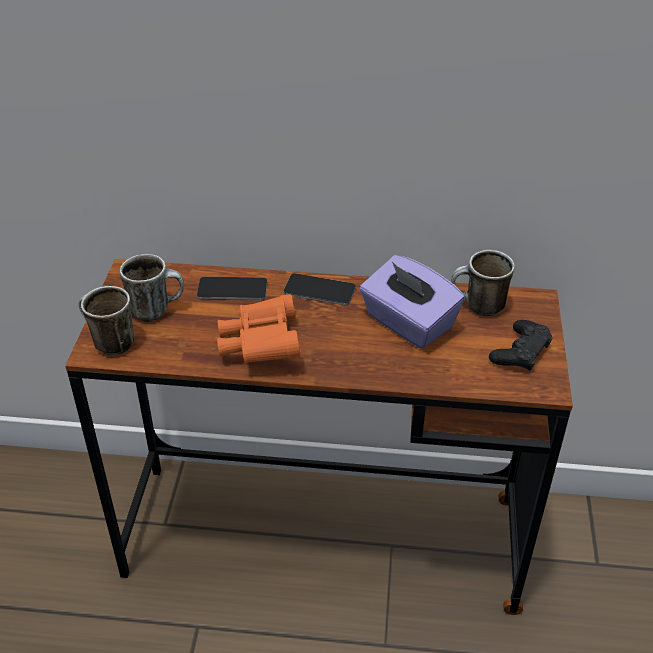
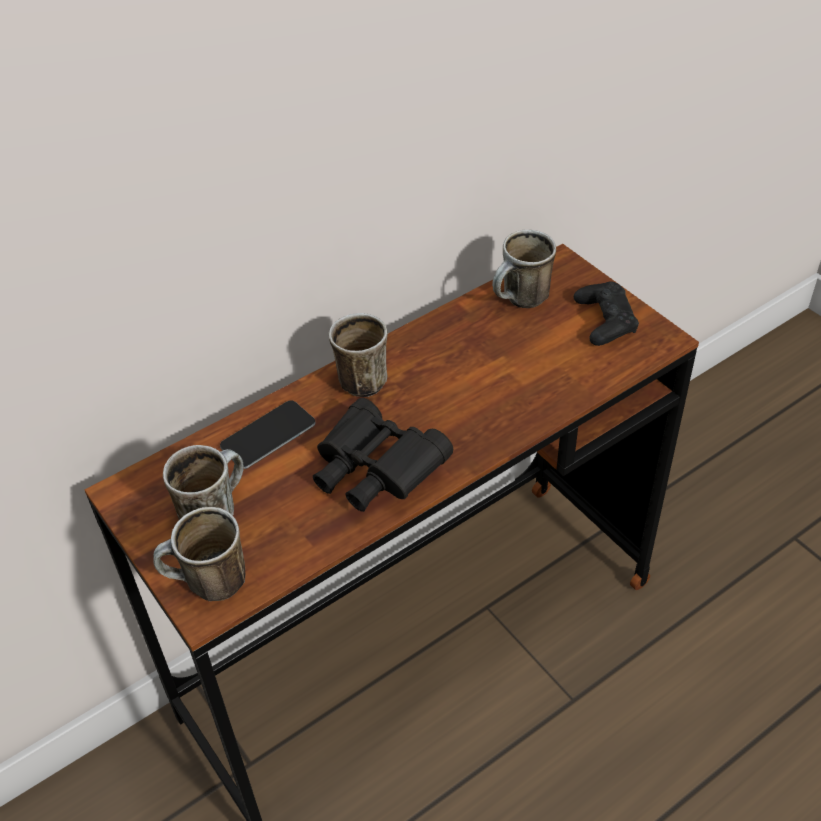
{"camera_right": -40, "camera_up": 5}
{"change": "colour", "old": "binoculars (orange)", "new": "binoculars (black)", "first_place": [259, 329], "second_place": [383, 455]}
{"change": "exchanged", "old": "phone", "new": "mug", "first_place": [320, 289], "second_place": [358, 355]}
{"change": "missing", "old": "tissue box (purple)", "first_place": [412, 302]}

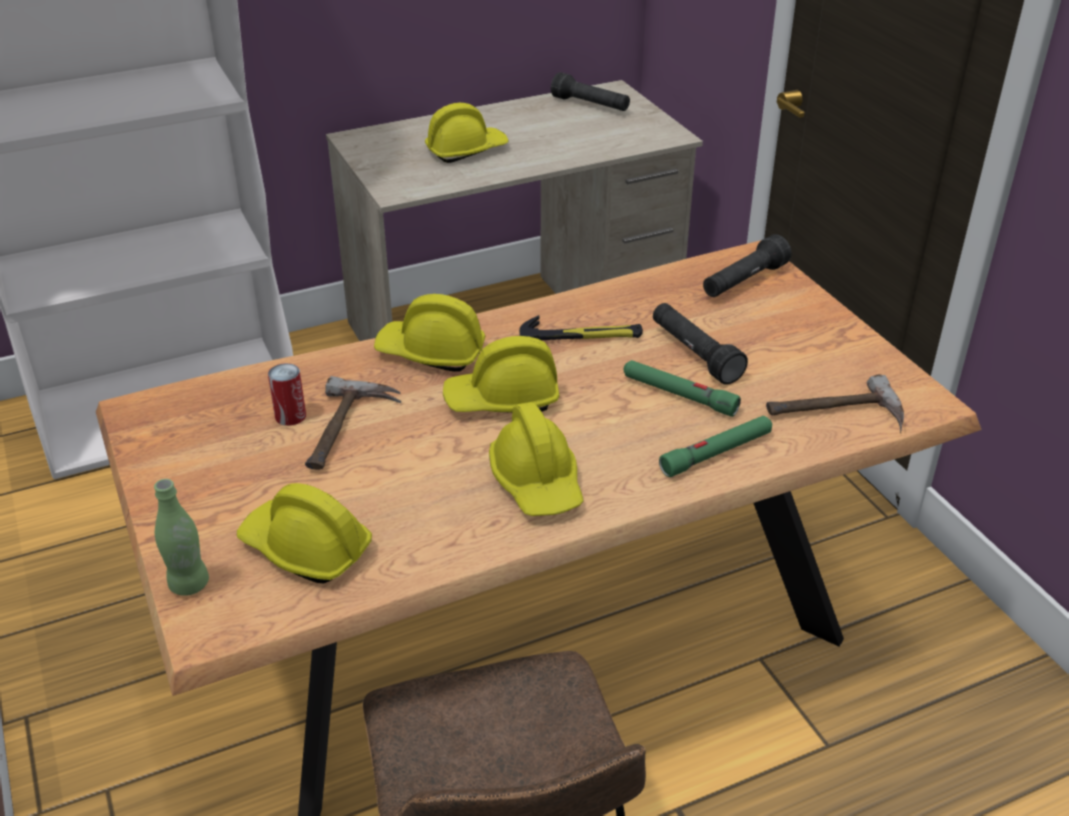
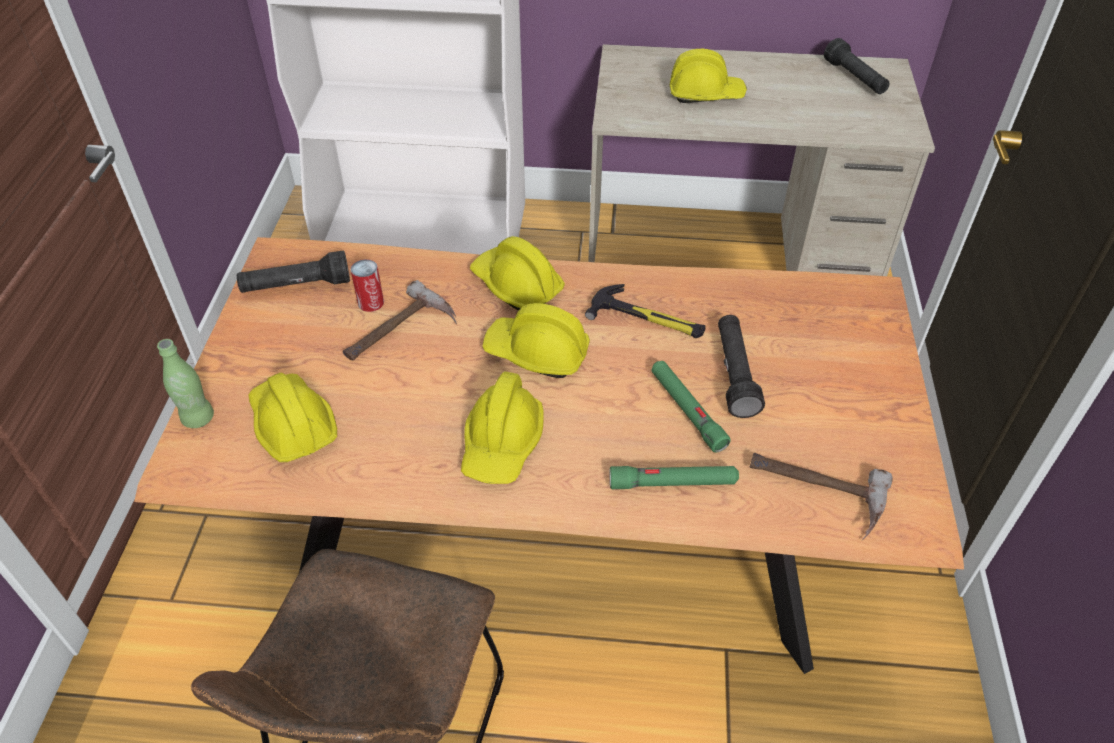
{"camera_right": 30, "camera_up": 10}
{"change": "relocated", "old": "flashlight (black)", "first_place": [747, 265], "second_place": [293, 272]}

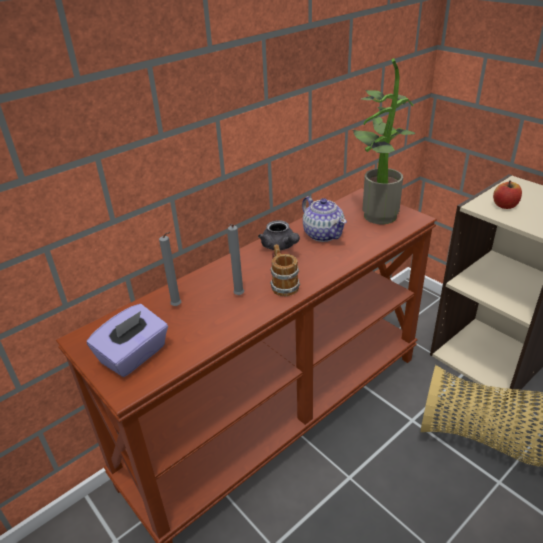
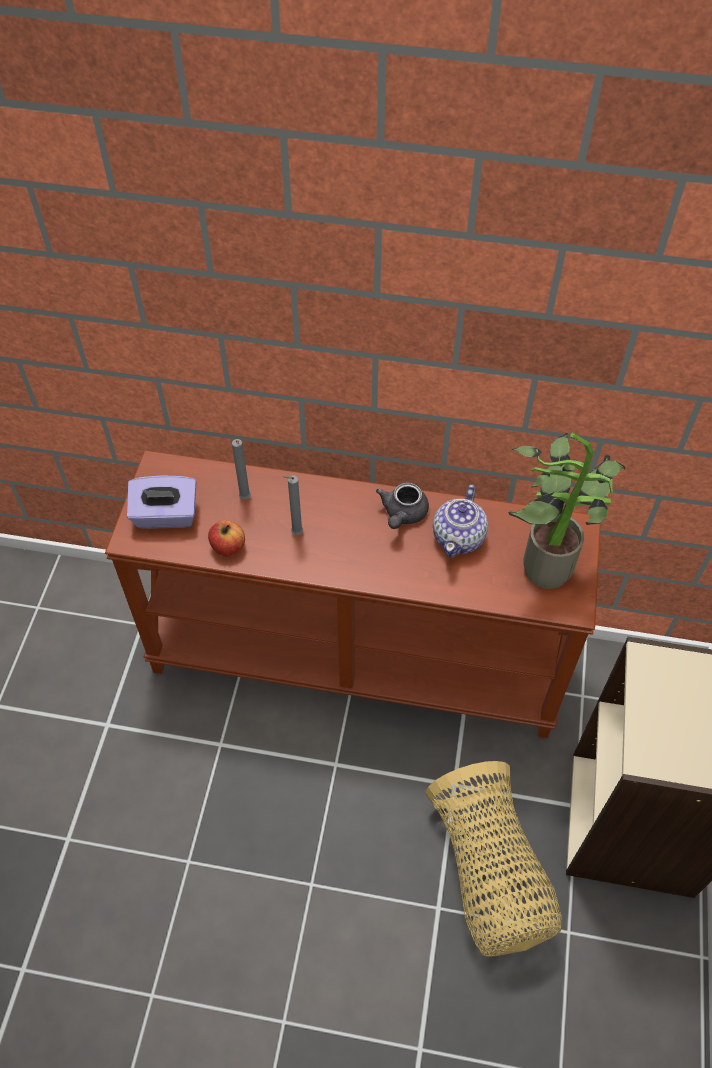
{"camera_right": 50, "camera_up": 20}
{"change": "missing", "old": "mug", "first_place": [285, 270]}
{"change": "relocated", "old": "apple", "first_place": [507, 195], "second_place": [226, 538]}

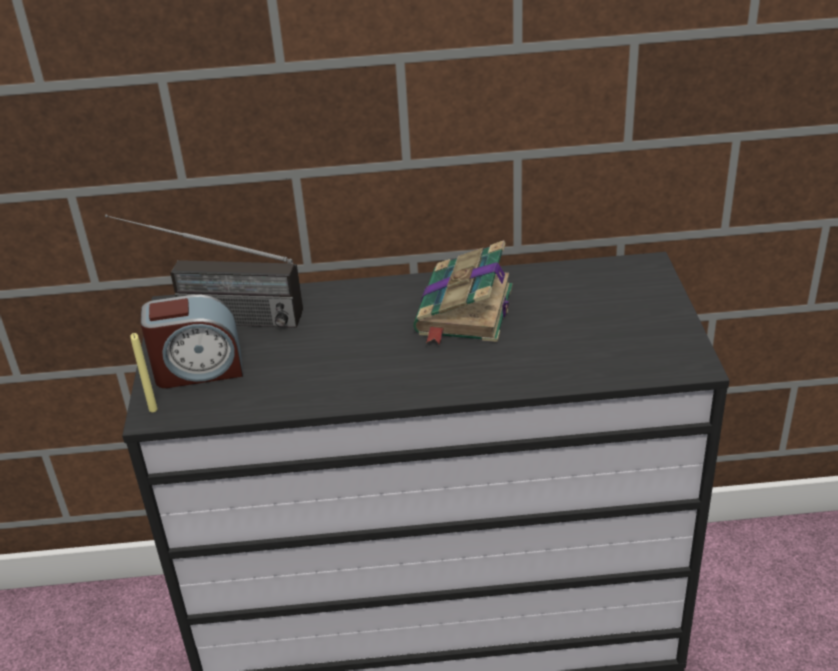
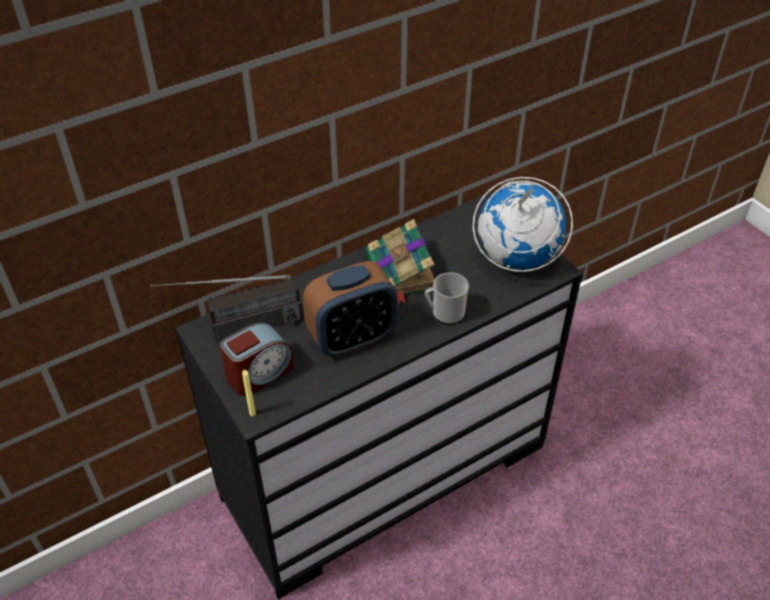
{"camera_right": -30, "camera_up": 10}
{"change": "appeared", "new": "alarm clock", "second_place": [350, 309]}
{"change": "appeared", "new": "mug", "second_place": [447, 298]}
{"change": "appeared", "new": "globe", "second_place": [522, 224]}

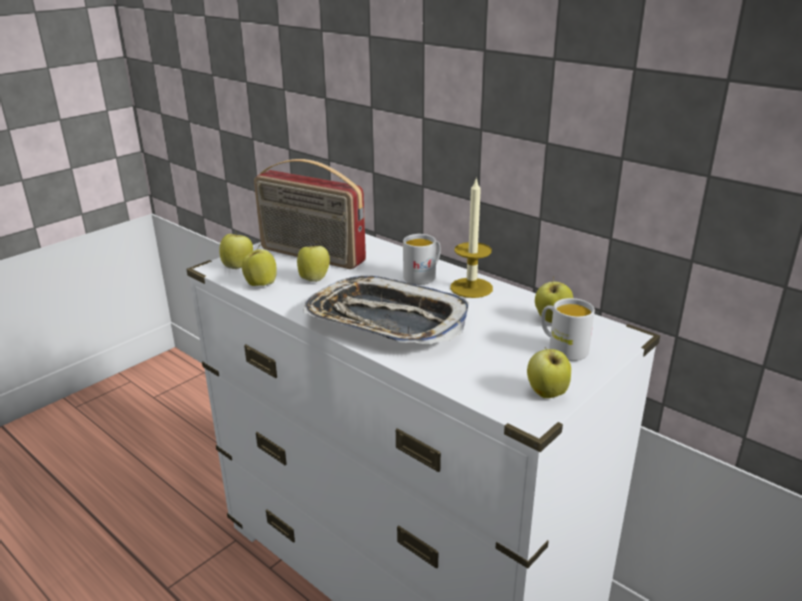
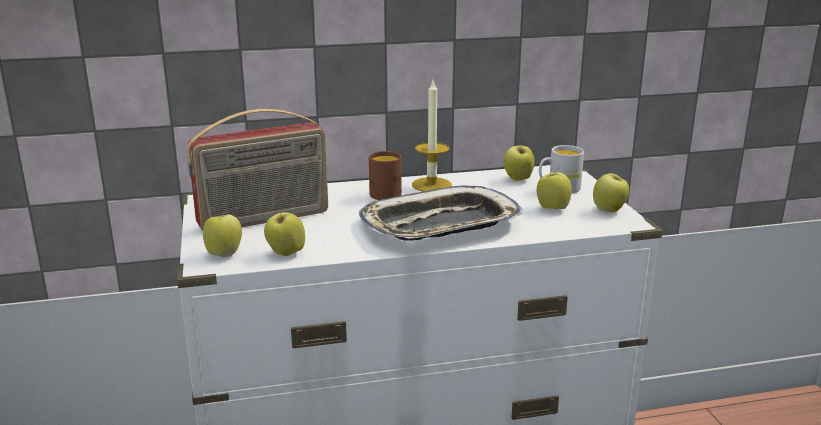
{"camera_right": -55, "camera_up": -5}
{"change": "relocated", "old": "apple", "first_place": [313, 262], "second_place": [554, 188]}
{"change": "colour", "old": "mug (white)", "new": "mug (brown)", "first_place": [422, 259], "second_place": [385, 175]}

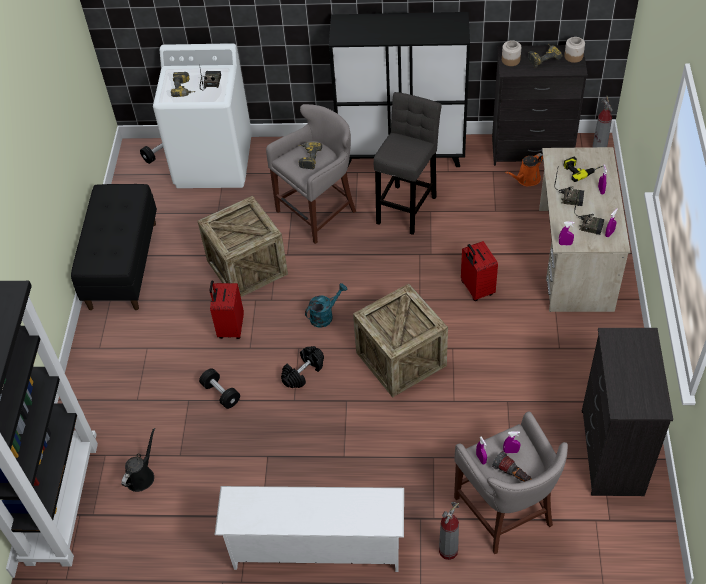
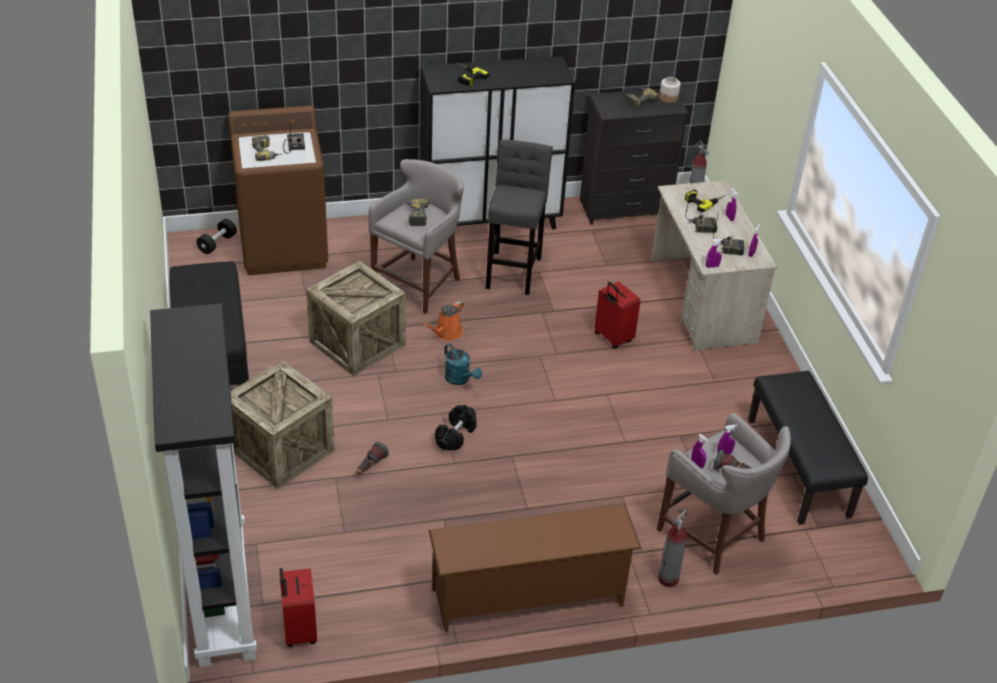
{"camera_right": -20, "camera_up": -10}
{"change": "missing", "old": "watering can (black)", "first_place": [138, 460]}
{"change": "colour", "old": "washing machine (white)", "new": "washing machine (brown)", "first_place": [202, 115], "second_place": [278, 190]}
{"change": "exchanged", "old": "dumbbell (black)", "new": "flashlight", "first_place": [219, 388], "second_place": [372, 458]}
{"change": "relocated", "old": "suitcase (red)", "first_place": [227, 309], "second_place": [298, 607]}
{"change": "colour", "old": "shoe rack (white)", "new": "shoe rack (brown)", "first_place": [309, 529], "second_place": [534, 568]}
{"change": "spun", "old": "watering can (turquoise)", "first_place": [326, 305], "second_place": [463, 364], "degrees": 105}
{"change": "relocated", "old": "crate", "first_place": [400, 340], "second_place": [282, 424]}
{"change": "missing", "old": "jar", "first_place": [511, 53]}
{"change": "relocated", "old": "watering can (orange)", "first_place": [524, 169], "second_place": [443, 321]}
{"change": "exchanged", "old": "dresser (black)", "new": "bench (black)", "first_place": [627, 412], "second_place": [808, 448]}
{"change": "appeared", "new": "power drill", "second_place": [473, 74]}

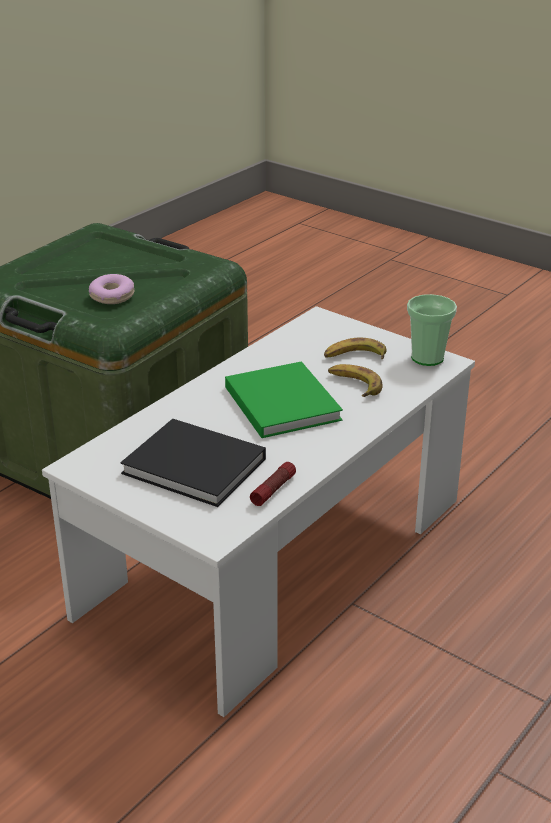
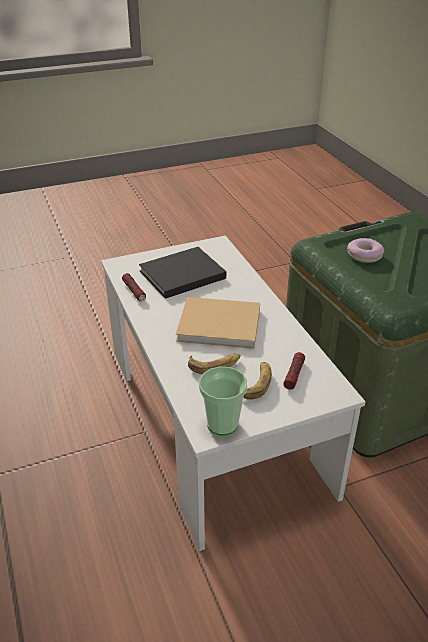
{"camera_right": 120, "camera_up": 5}
{"change": "colour", "old": "book (green)", "new": "book (beige)", "first_place": [284, 399], "second_place": [218, 323]}
{"change": "appeared", "new": "flashlight", "second_place": [294, 371]}

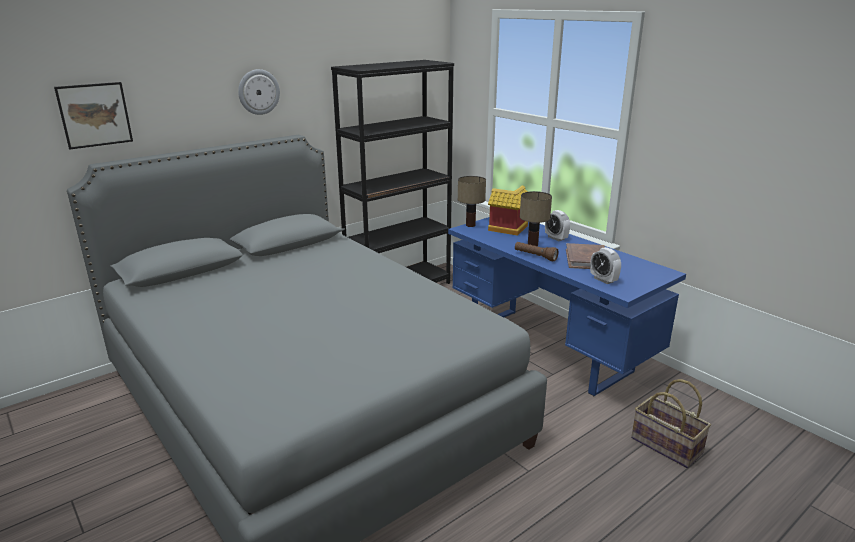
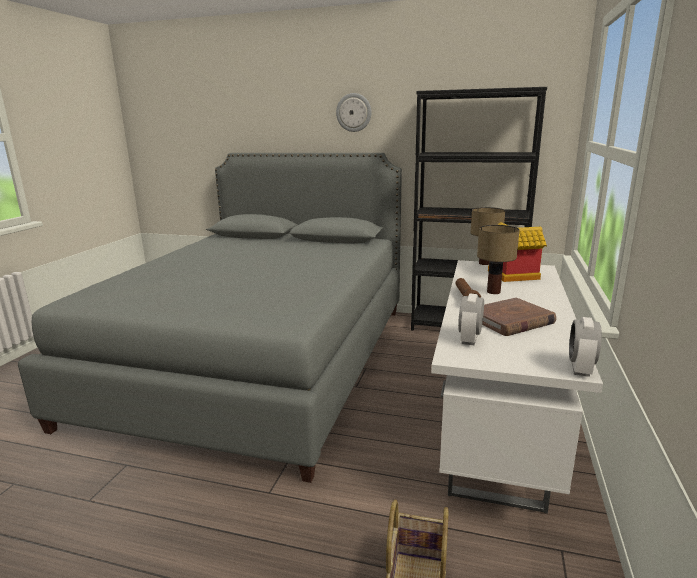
{"camera_right": 55, "camera_up": -5}
{"change": "missing", "old": "picture", "first_place": [93, 115]}
{"change": "colour", "old": "desk (blue)", "new": "desk (white)", "first_place": [567, 307], "second_place": [517, 387]}
{"change": "relocated", "old": "alarm clock", "first_place": [557, 225], "second_place": [585, 347]}

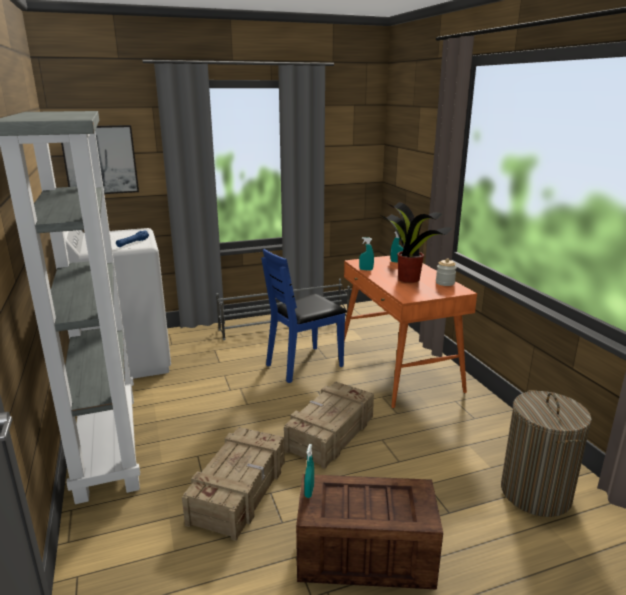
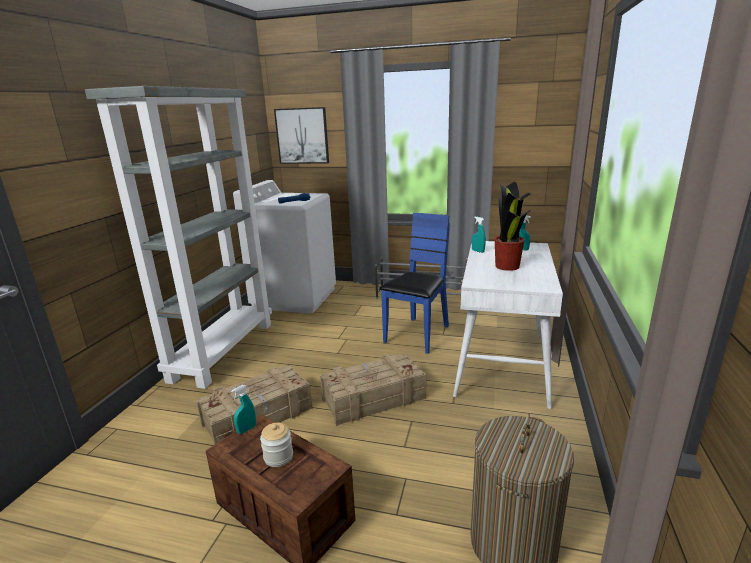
{"camera_right": 35, "camera_up": 0}
{"change": "spun", "old": "chair (blue)", "first_place": [304, 316], "second_place": [414, 283], "degrees": 120}
{"change": "colour", "old": "desk (orange)", "new": "desk (white)", "first_place": [410, 332], "second_place": [508, 325]}
{"change": "relocated", "old": "jar", "first_place": [446, 272], "second_place": [276, 445]}

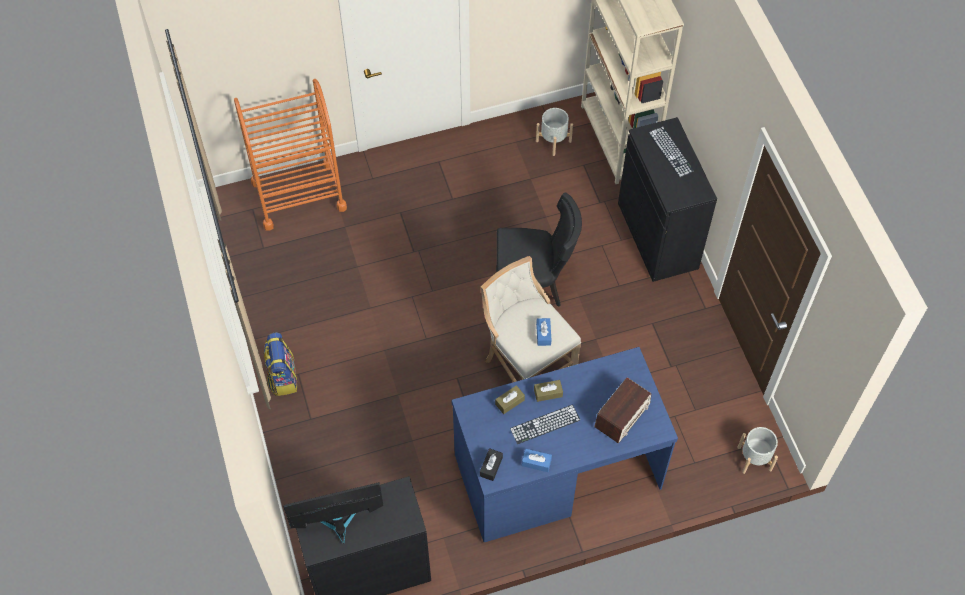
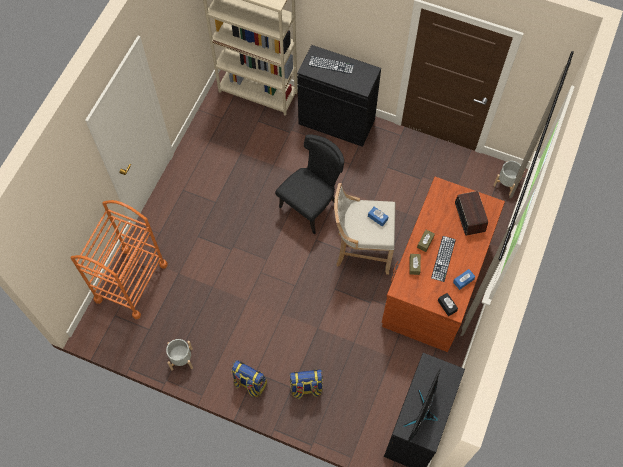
{"camera_right": -50, "camera_up": 5}
{"change": "colour", "old": "desk (blue)", "new": "desk (brown)", "first_place": [564, 444], "second_place": [443, 264]}
{"change": "relocated", "old": "planter (grey)", "first_place": [554, 132], "second_place": [179, 354]}
{"change": "appeared", "new": "backpack", "second_place": [306, 384]}

